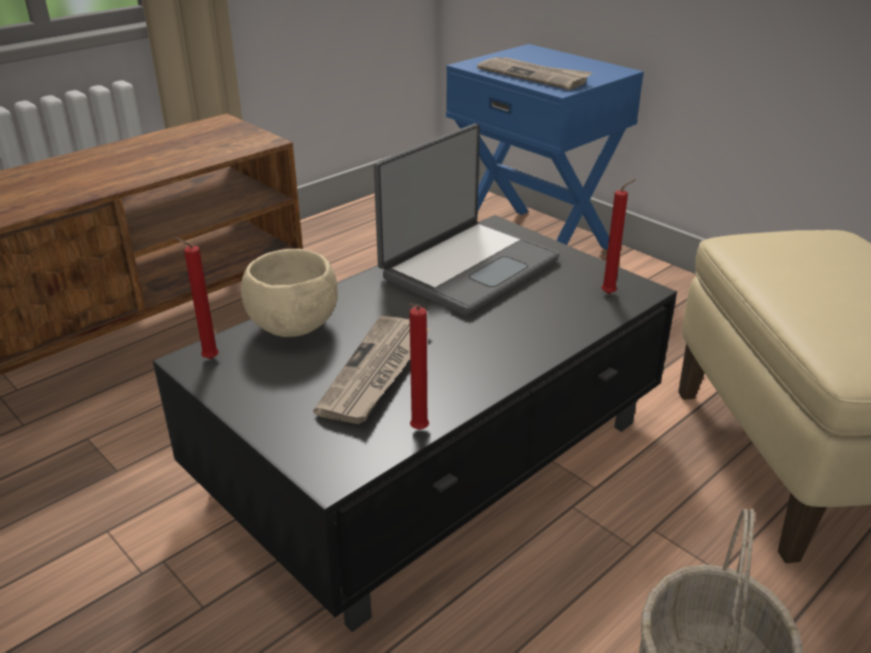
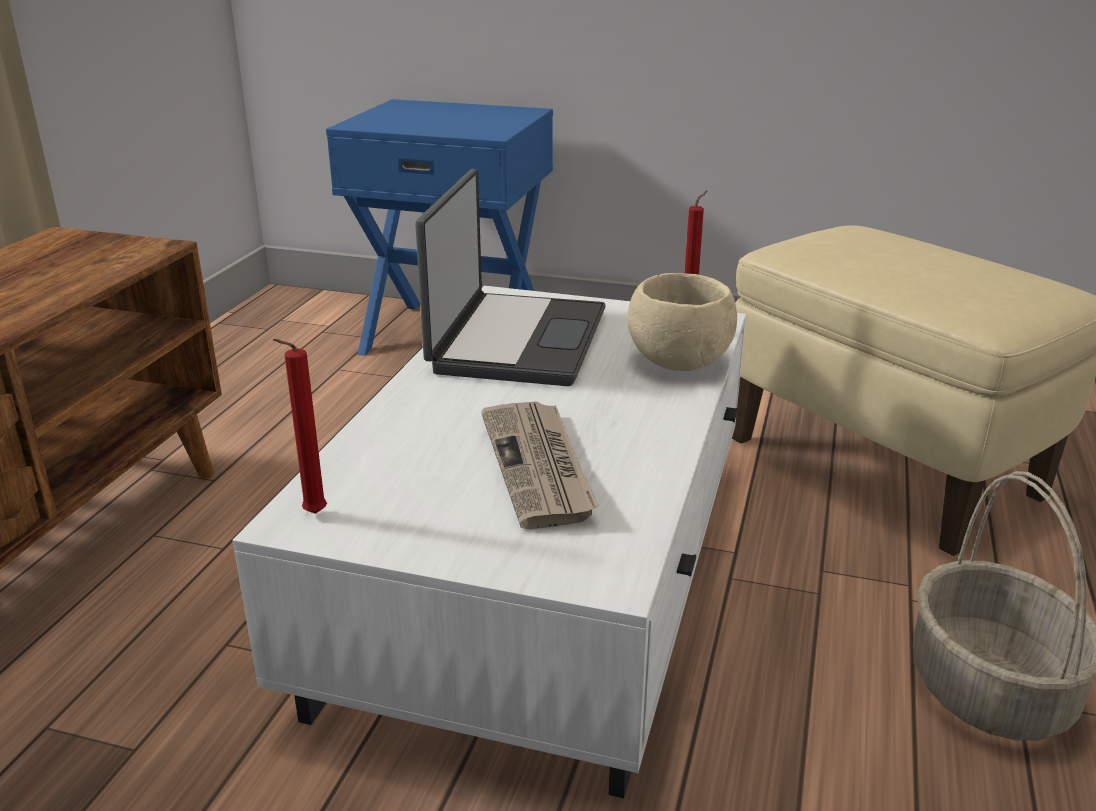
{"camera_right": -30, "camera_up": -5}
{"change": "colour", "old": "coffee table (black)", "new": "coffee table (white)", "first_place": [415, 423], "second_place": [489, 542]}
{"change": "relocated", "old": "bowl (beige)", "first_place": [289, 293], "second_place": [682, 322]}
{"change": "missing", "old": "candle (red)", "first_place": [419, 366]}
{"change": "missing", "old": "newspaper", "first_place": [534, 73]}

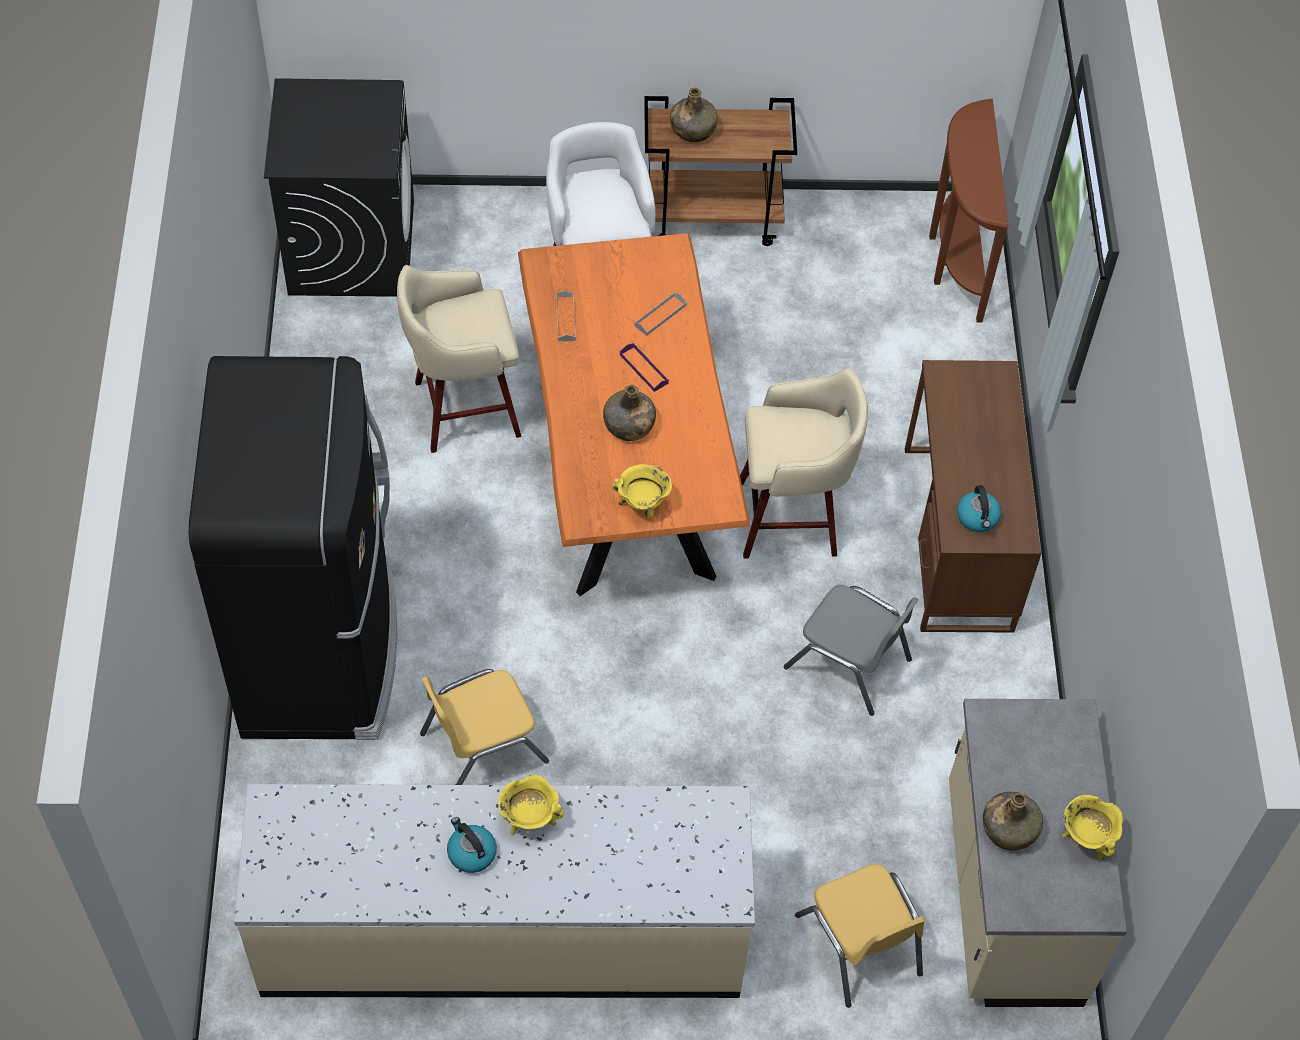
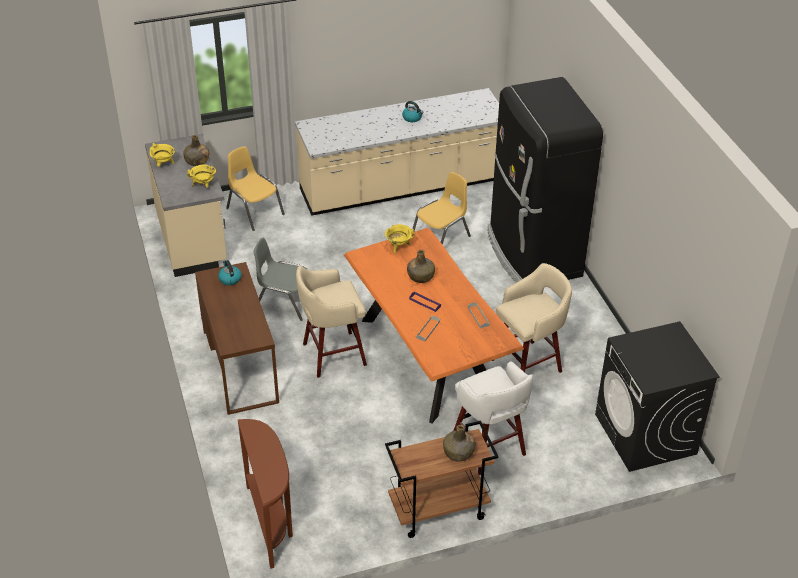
{"camera_right": 165, "camera_up": -15}
{"change": "relocated", "old": "cooking pot (yellow)", "first_place": [531, 805], "second_place": [201, 176]}

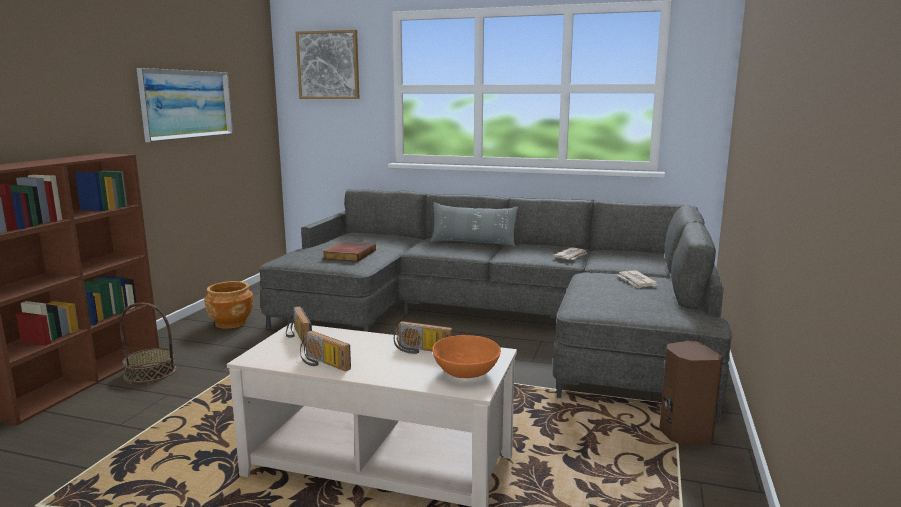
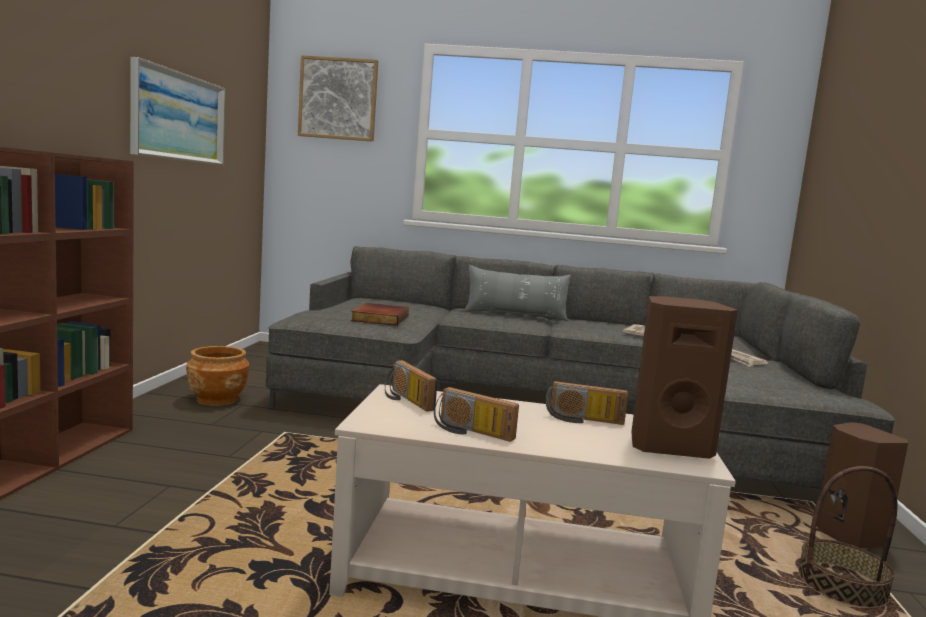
{"camera_right": -10, "camera_up": -5}
{"change": "relocated", "old": "basket", "first_place": [148, 343], "second_place": [848, 537]}
{"change": "exchanged", "old": "bowl (orange)", "new": "speaker (brown)", "first_place": [467, 356], "second_place": [684, 377]}

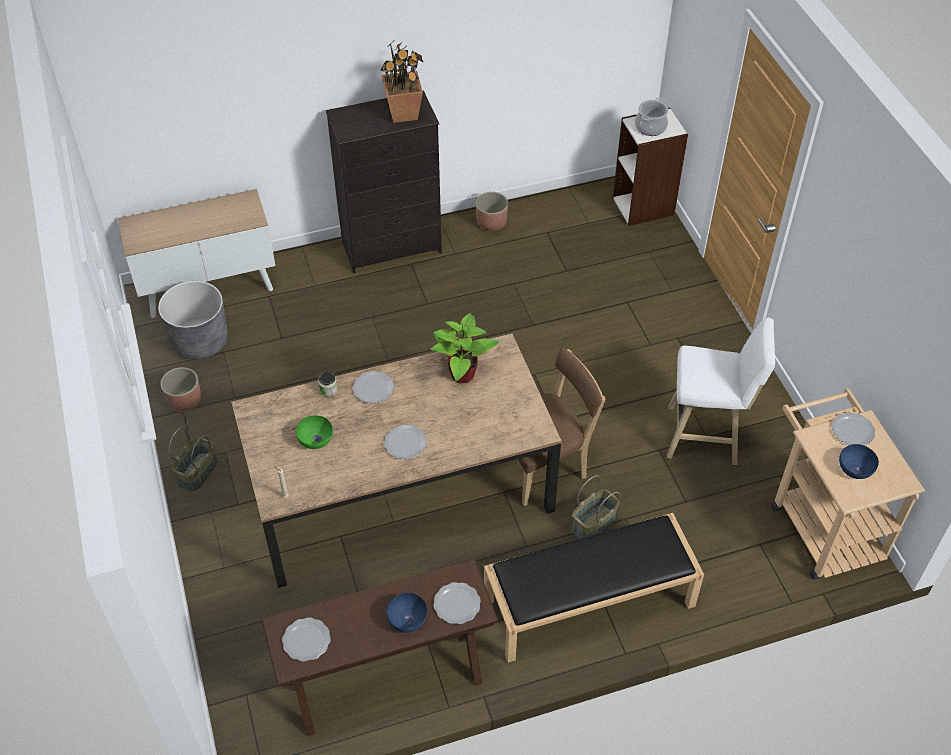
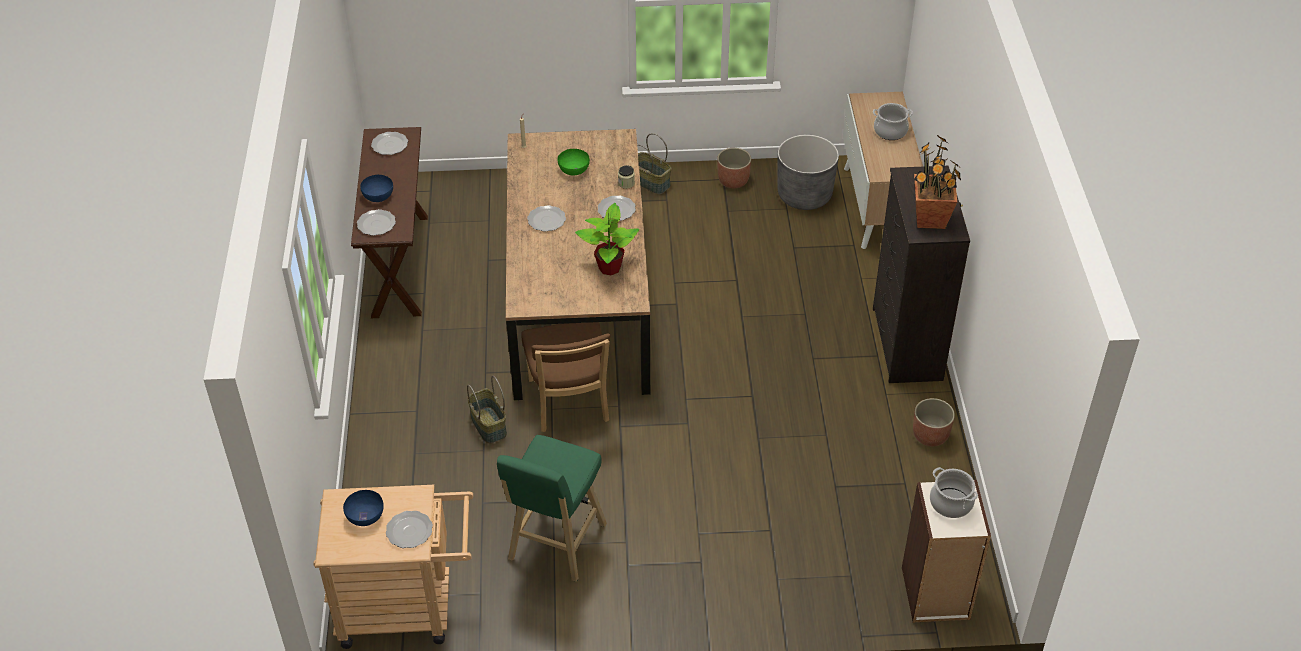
{"camera_right": 105, "camera_up": -5}
{"change": "missing", "old": "bench (black)", "first_place": [594, 588]}
{"change": "colour", "old": "stool (white)", "new": "stool (green)", "first_place": [721, 391], "second_place": [552, 508]}
{"change": "appeared", "new": "cooking pot", "second_place": [893, 121]}

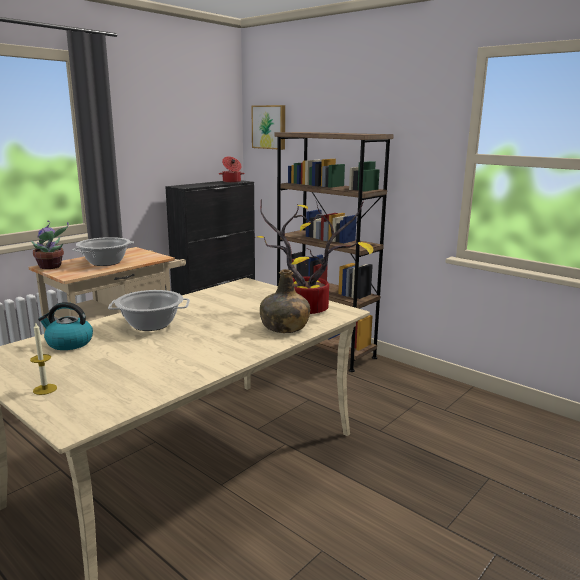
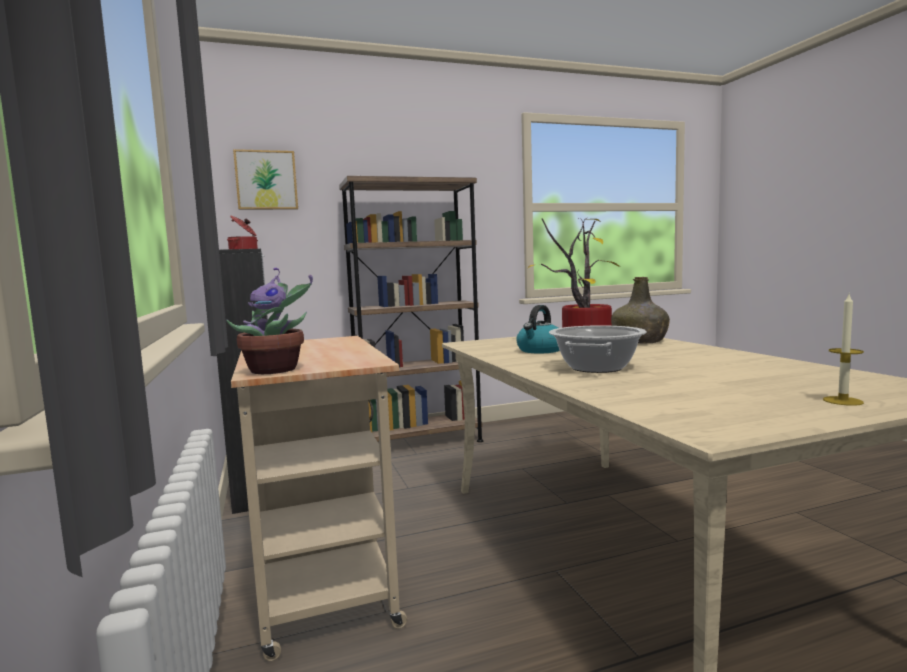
{"camera_right": -60, "camera_up": -10}
{"change": "relocated", "old": "kettle", "first_place": [65, 326], "second_place": [537, 329]}
{"change": "missing", "old": "cooking pot", "first_place": [103, 251]}

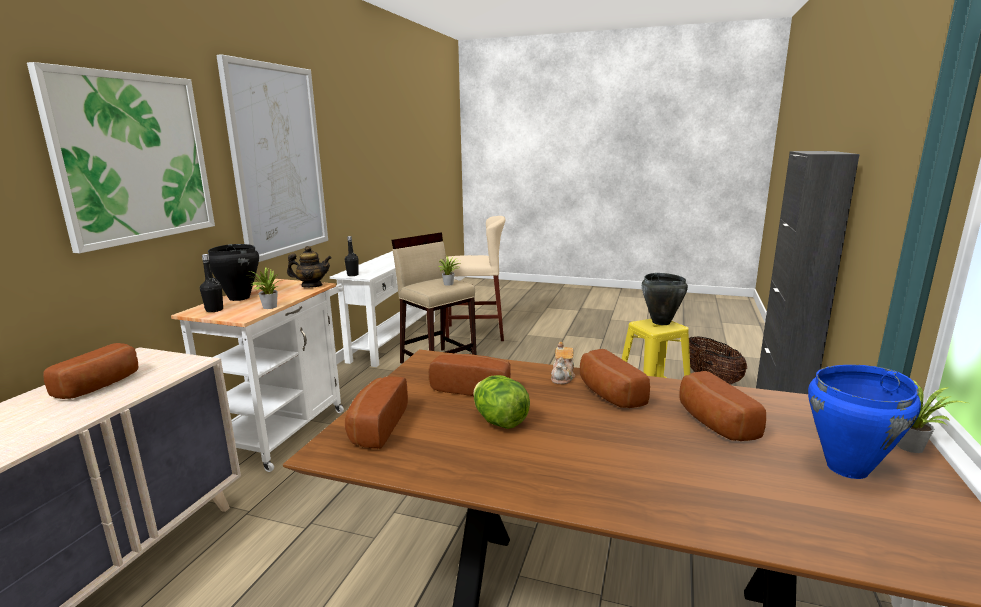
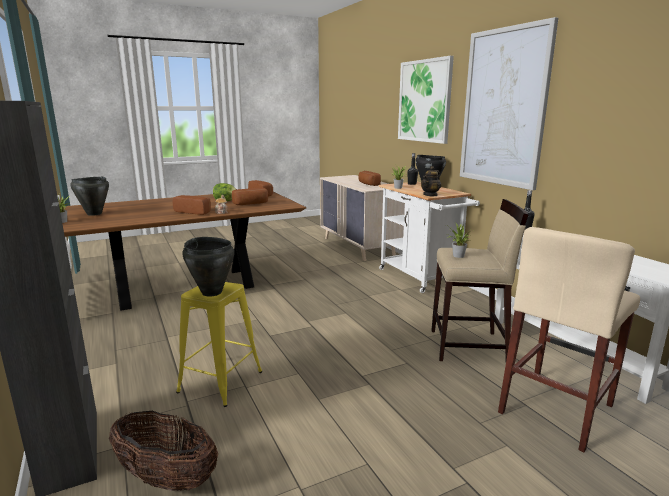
{"camera_right": 135, "camera_up": 0}
{"change": "missing", "old": "bread", "first_place": [722, 406]}
{"change": "colour", "old": "cooking pot (blue)", "new": "cooking pot (black)", "first_place": [864, 422], "second_place": [89, 196]}

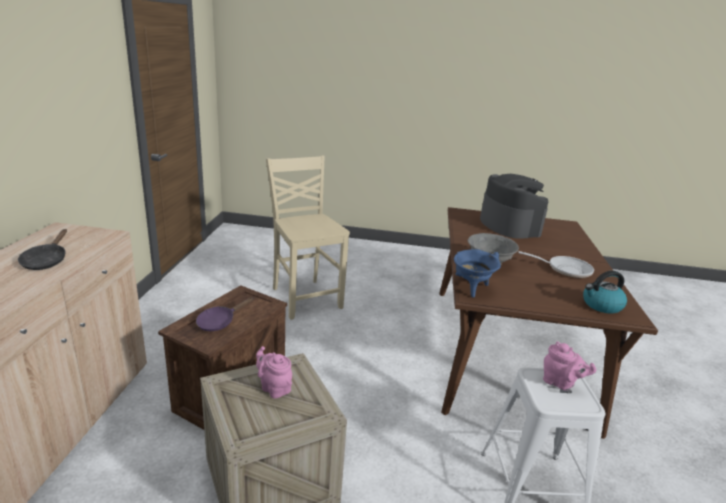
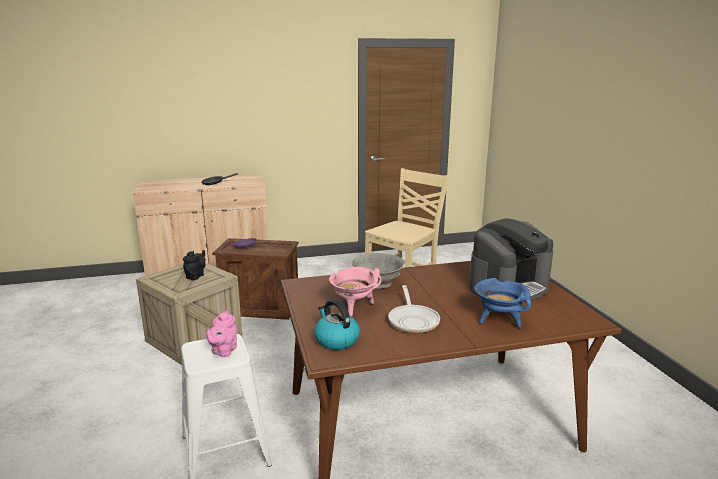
{"camera_right": 70, "camera_up": -5}
{"change": "colour", "old": "teapot (pink)", "new": "teapot (black)", "first_place": [274, 372], "second_place": [194, 265]}
{"change": "relocated", "old": "cooking pot (blue)", "first_place": [477, 273], "second_place": [502, 303]}
{"change": "appeared", "new": "cooking pot (pink)", "second_place": [355, 292]}

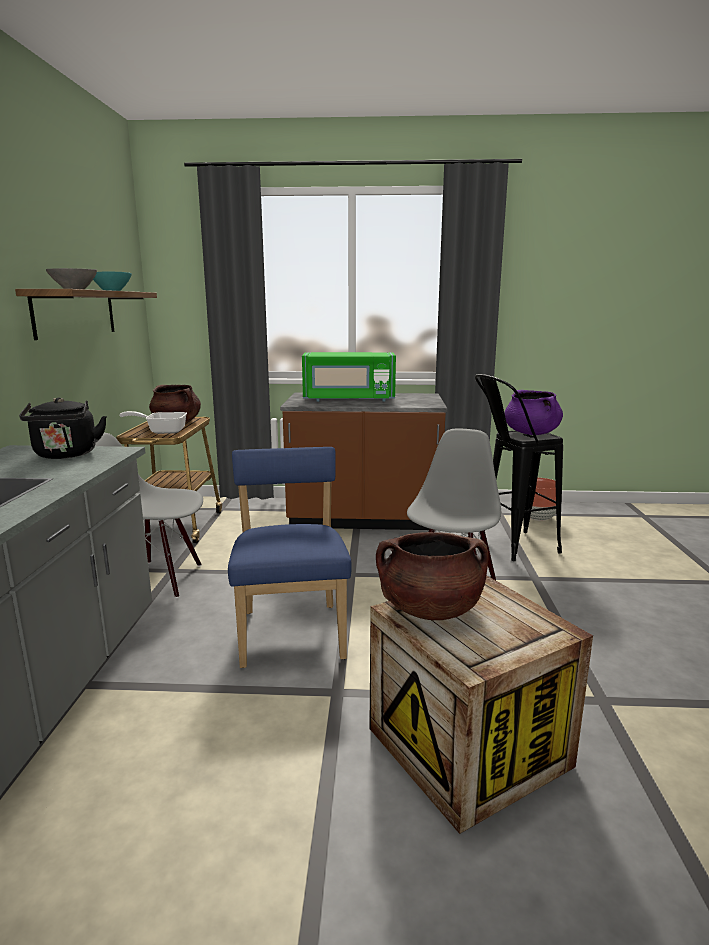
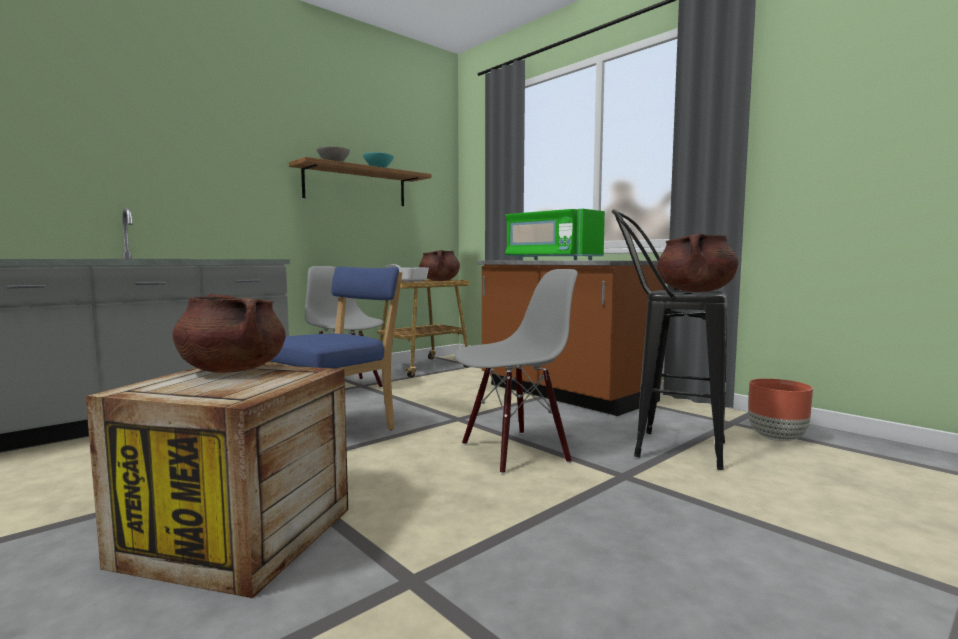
{"camera_right": 45, "camera_up": -10}
{"change": "missing", "old": "kettle (black)", "first_place": [63, 428]}
{"change": "colour", "old": "cooking pot (purple)", "new": "cooking pot (brown)", "first_place": [533, 412], "second_place": [698, 262]}

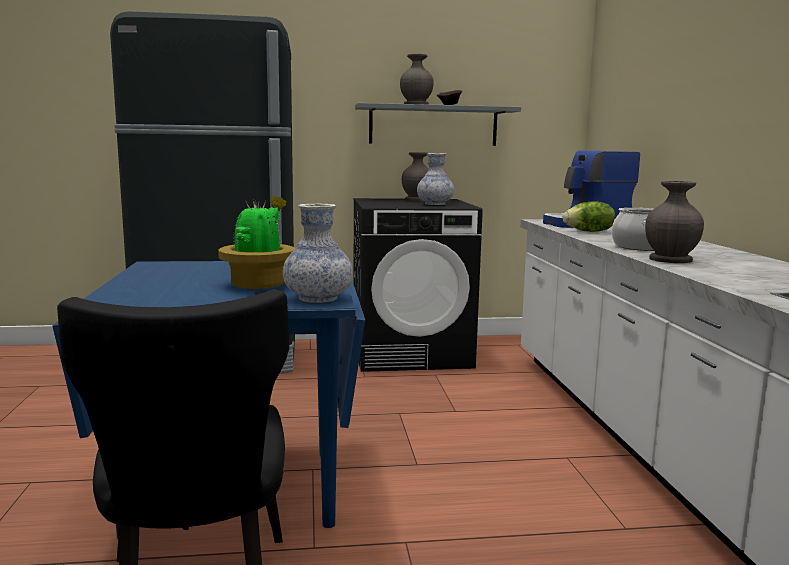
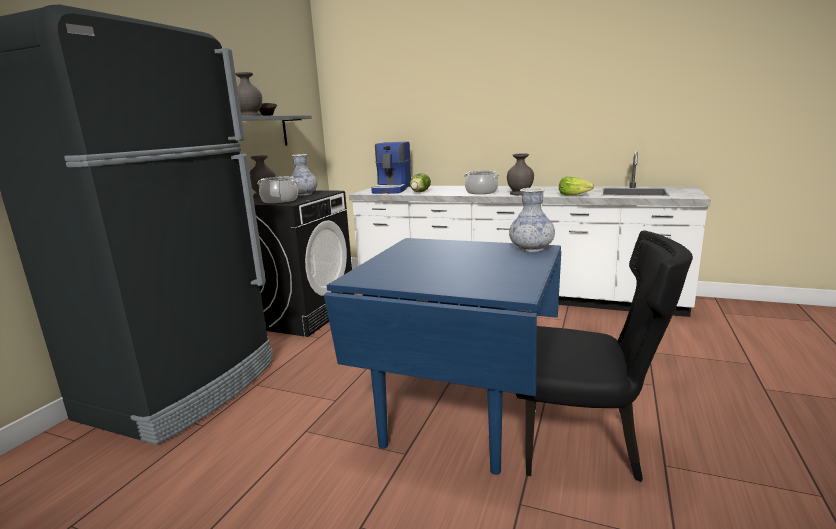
{"camera_right": -60, "camera_up": 5}
{"change": "missing", "old": "potted plant", "first_place": [256, 242]}
{"change": "appeared", "new": "cooking pot", "second_place": [277, 190]}
{"change": "appeared", "new": "lettuce", "second_place": [576, 186]}

